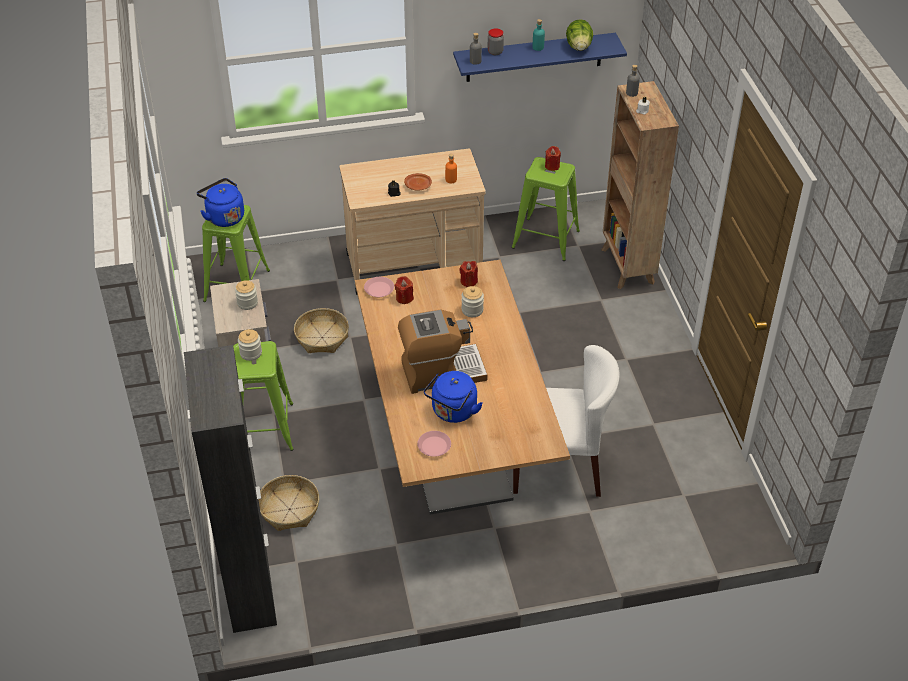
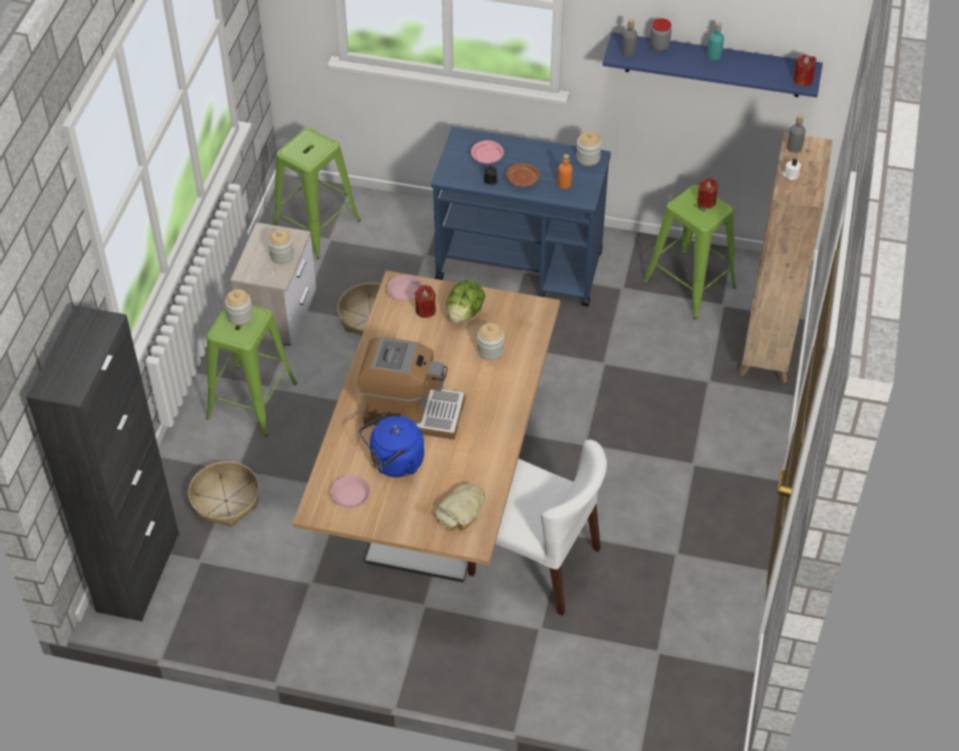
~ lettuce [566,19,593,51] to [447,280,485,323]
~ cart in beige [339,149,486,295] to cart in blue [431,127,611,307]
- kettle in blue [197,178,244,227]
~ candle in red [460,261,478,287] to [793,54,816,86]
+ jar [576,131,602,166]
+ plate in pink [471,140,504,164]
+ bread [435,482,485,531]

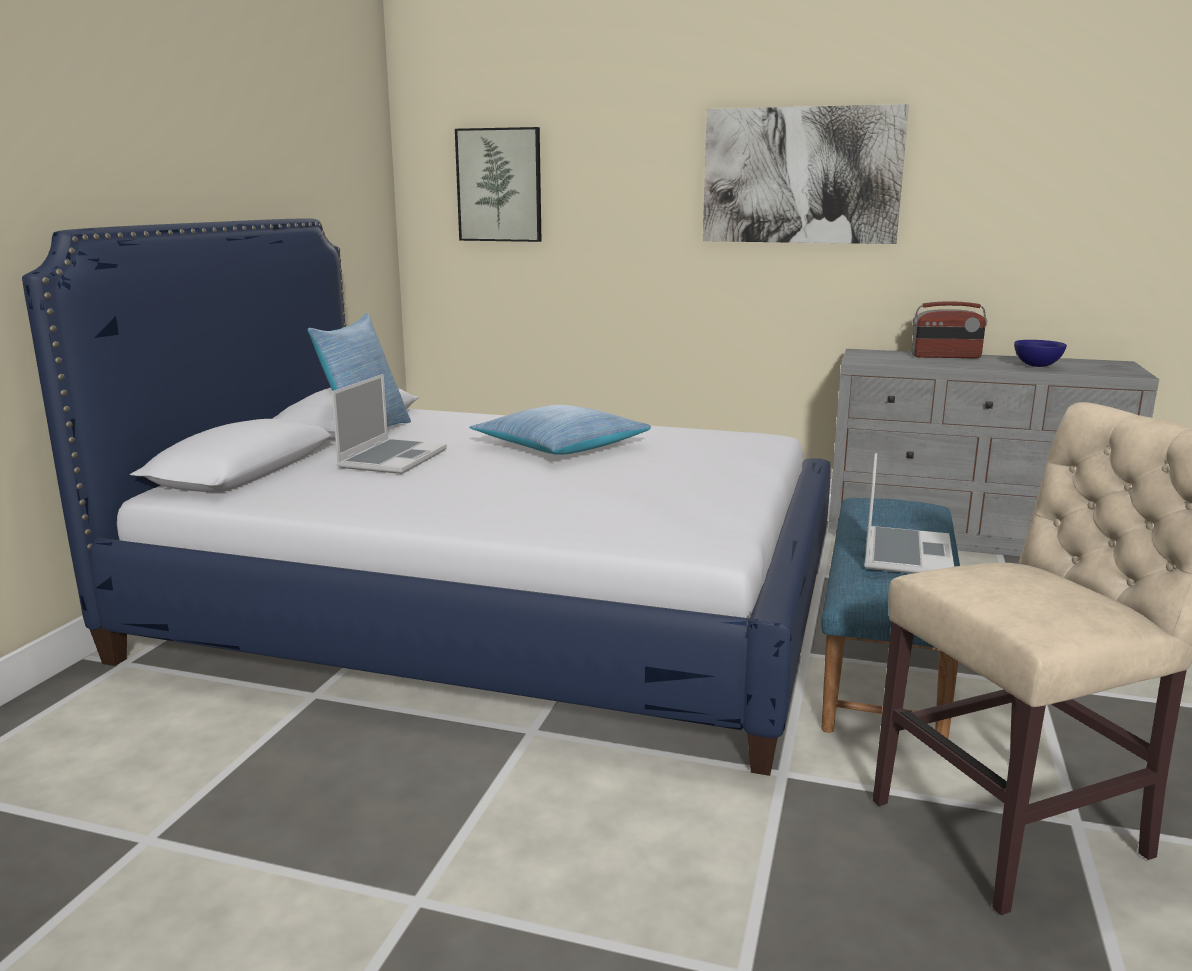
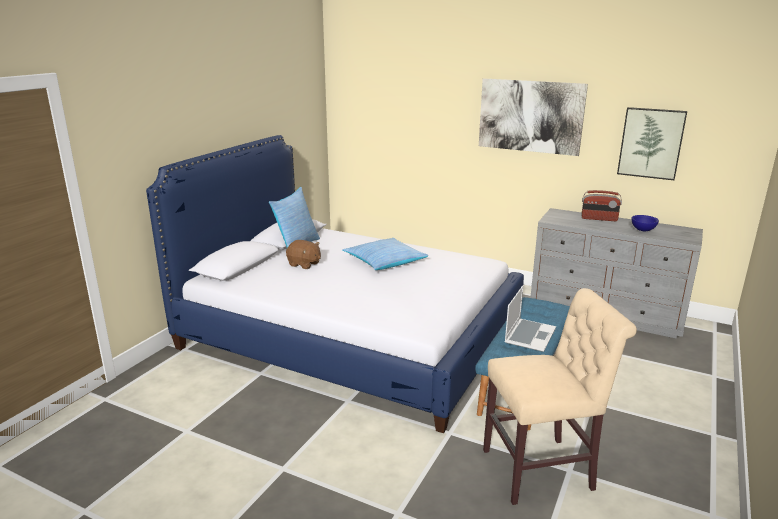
~ picture [455,127,541,242] to [617,107,687,180]
~ laptop [332,374,447,474] to plush toy in brown [286,240,321,269]

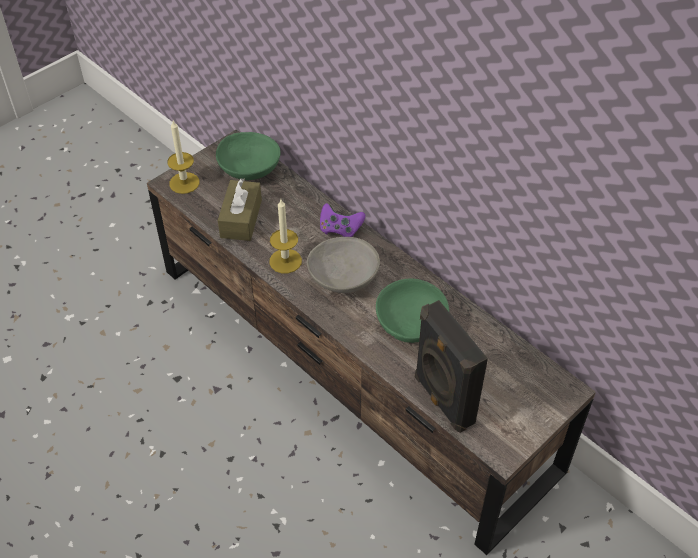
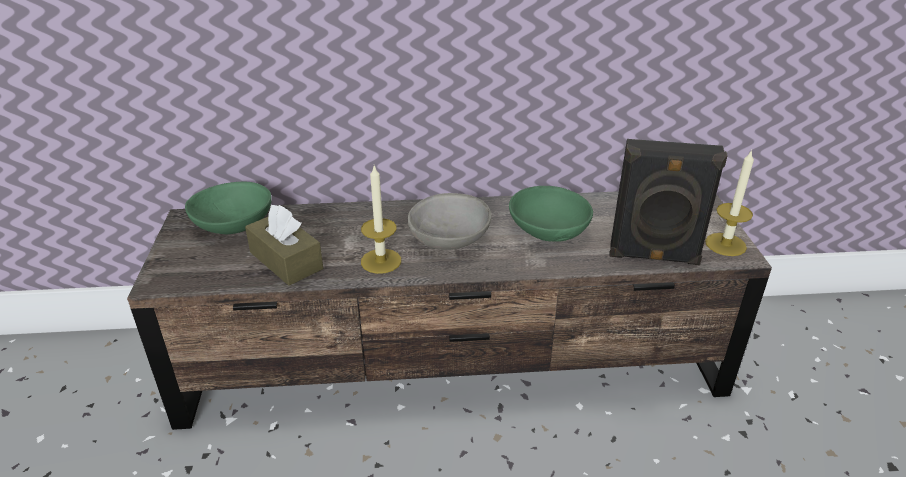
~ candle [167,121,200,194] to [705,149,754,256]
- game controller in purple [320,203,365,237]

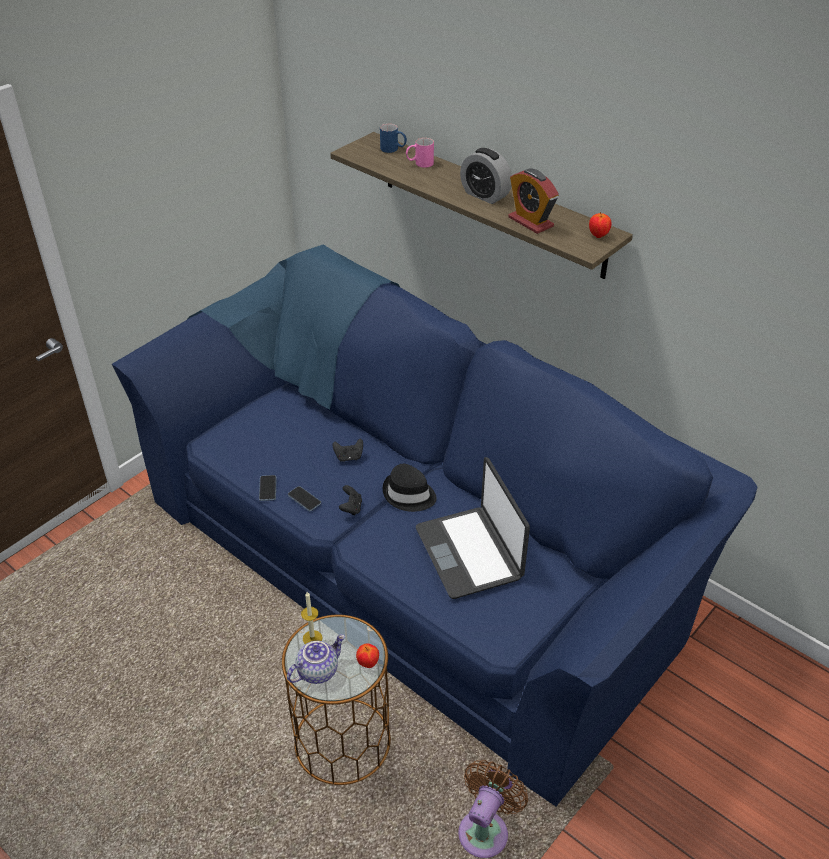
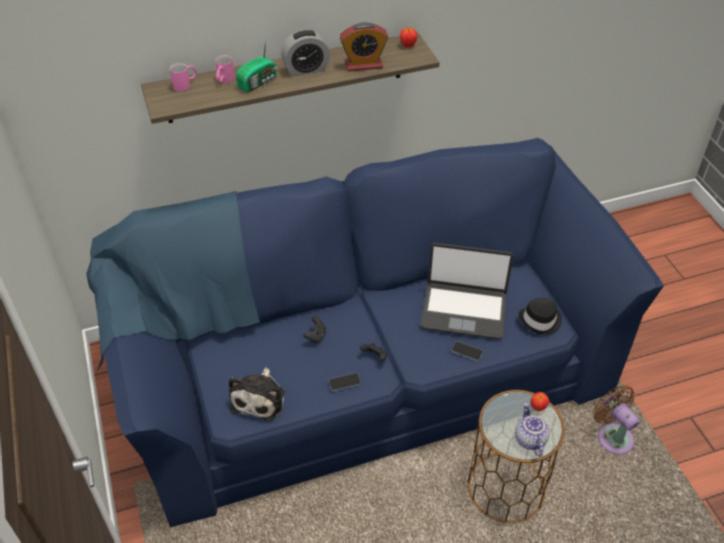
~ mug in blue [380,124,407,153] to mug in pink [170,63,197,91]
~ hat in black [383,464,437,512] to [519,298,562,335]
~ phone [259,475,277,501] to [451,341,483,361]
- candle [301,592,322,644]
+ radio [236,39,277,93]
+ plush toy [229,367,285,421]

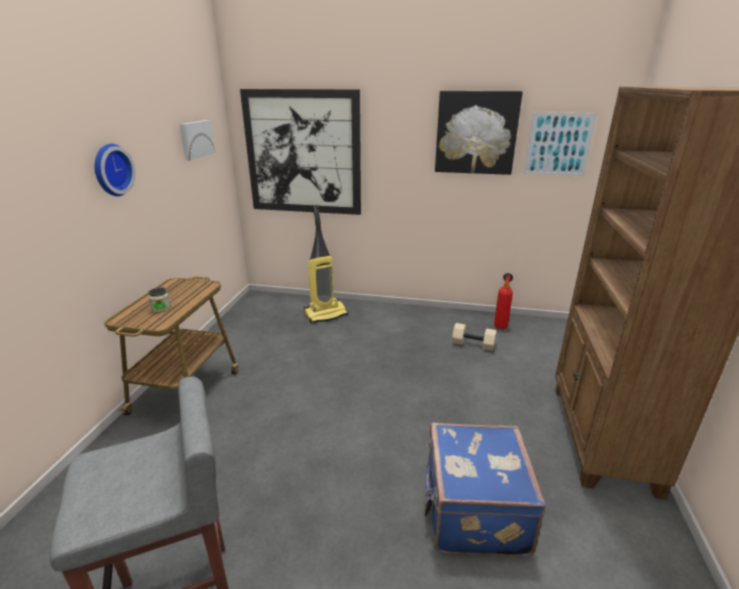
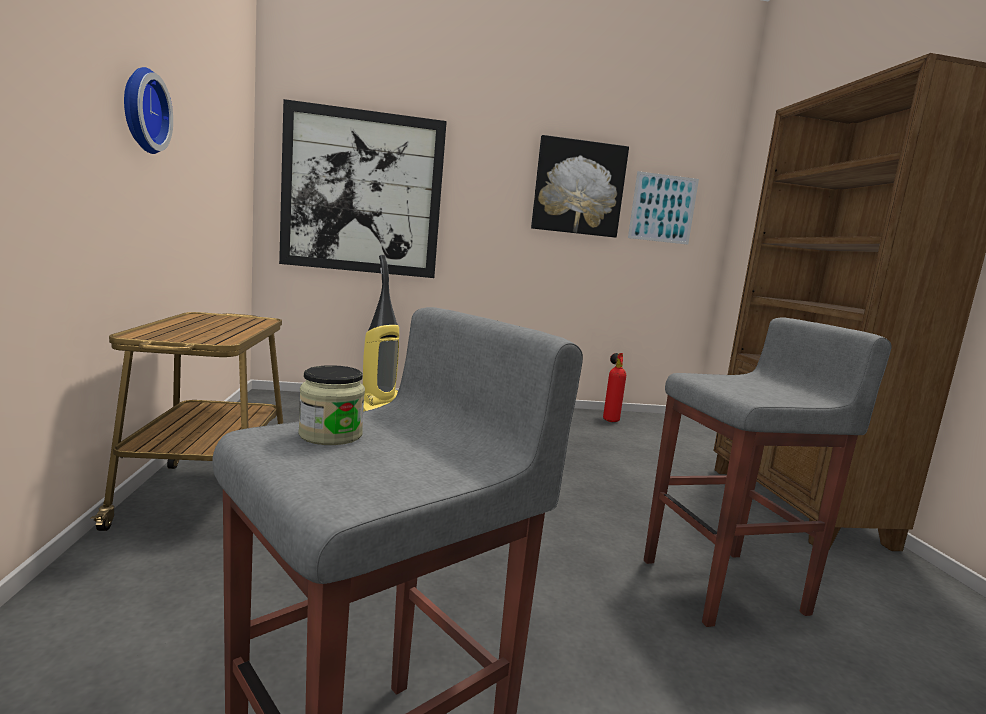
- picture [179,120,215,161]
~ jar [148,287,171,312] to [298,365,365,445]
- dumbbell in beige [452,323,497,351]
~ suitcase in blue [424,423,546,557] to stool in grey [644,317,892,627]

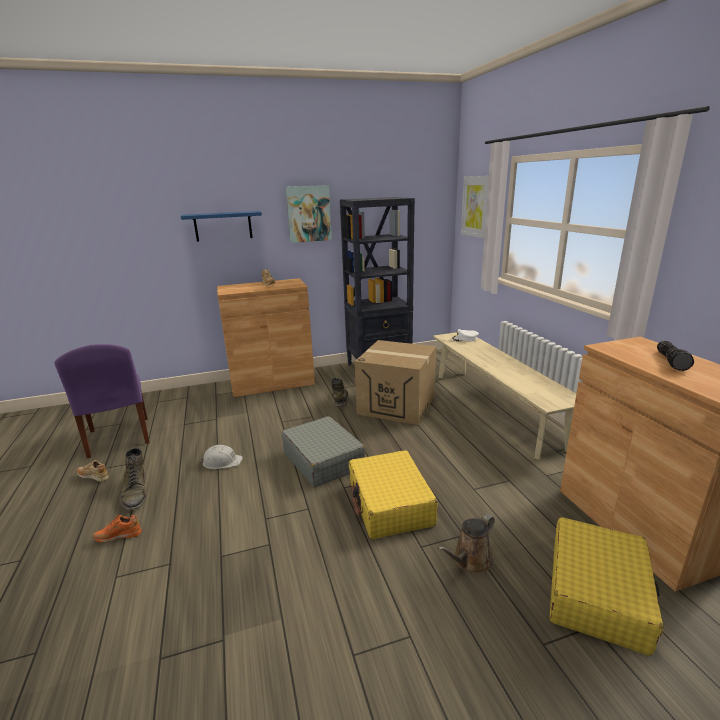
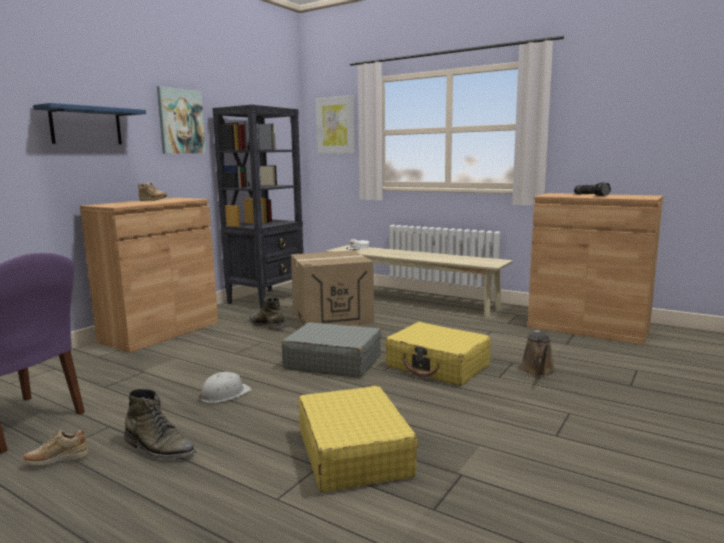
- shoe in orange [93,514,141,543]
~ suitcase in yellow [550,517,663,656] to [298,386,418,492]

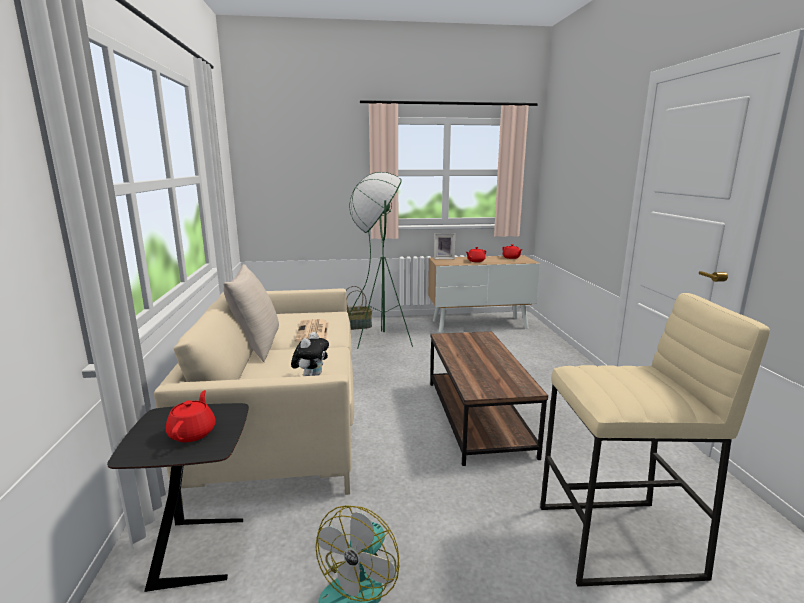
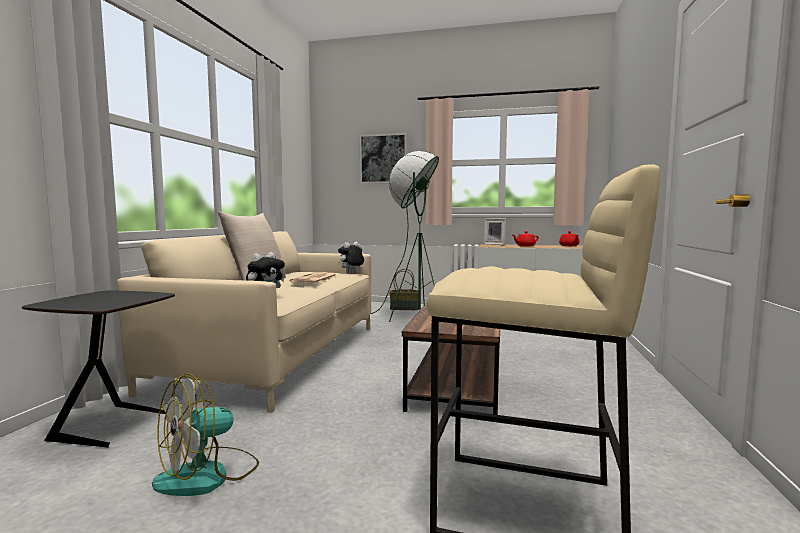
- teapot in red [166,390,216,442]
+ picture [360,133,407,184]
+ plush toy [338,242,364,274]

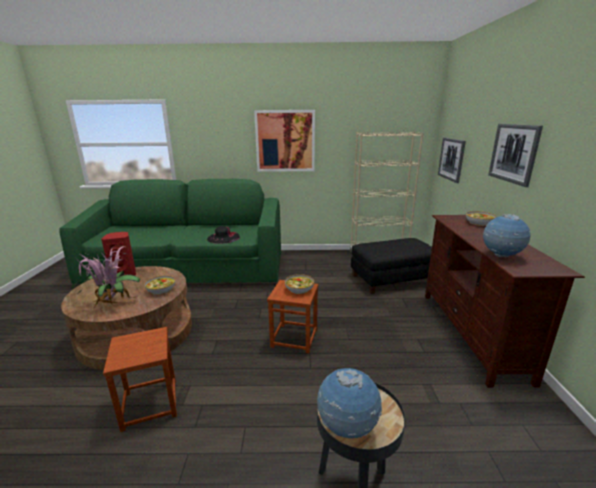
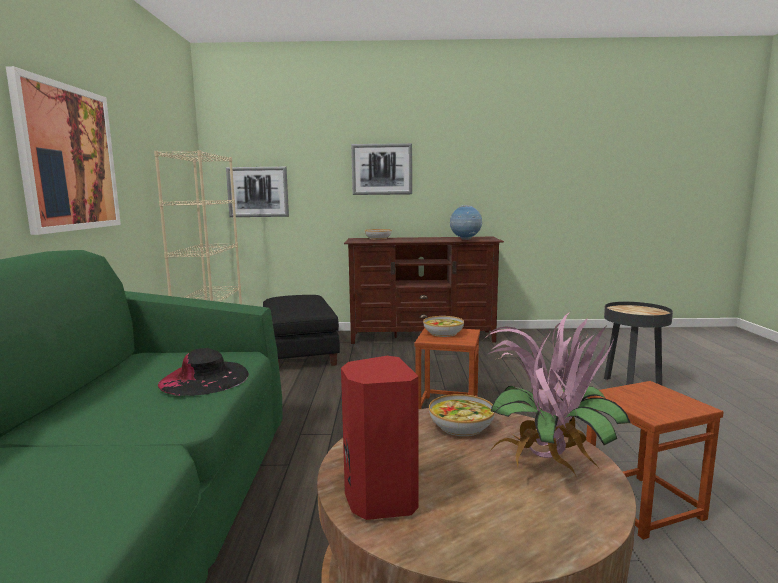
- globe [317,368,382,438]

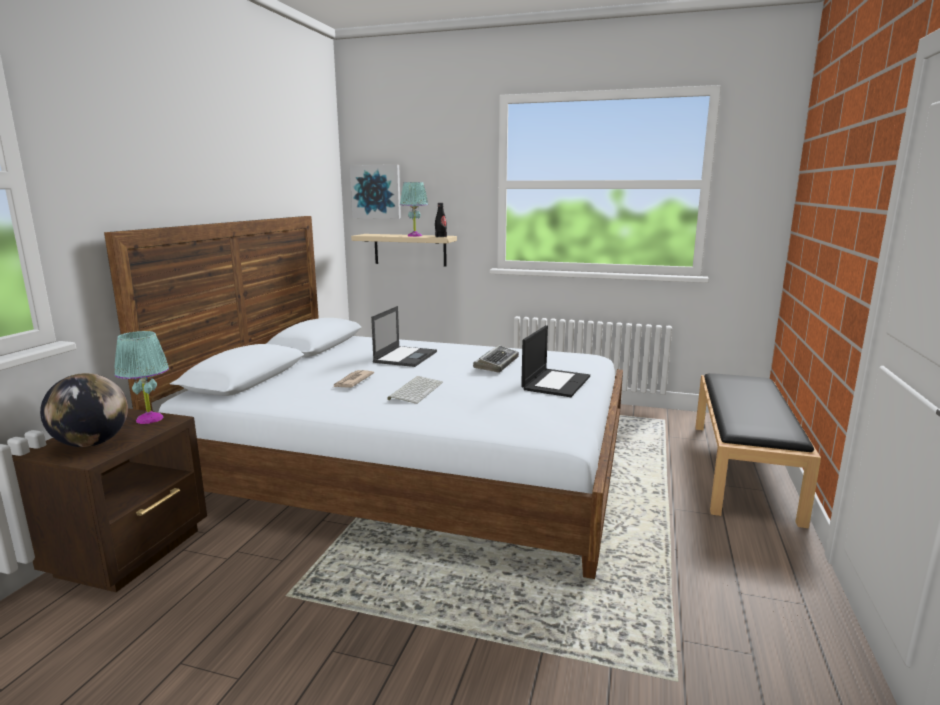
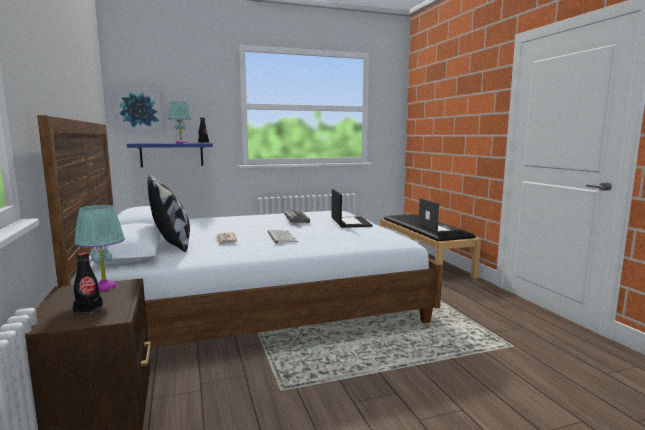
~ shelf in beige [351,234,457,267] to shelf in blue [127,143,213,167]
~ laptop [371,306,437,367] to [418,198,462,233]
~ globe [40,373,128,447] to bottle in black [73,252,103,314]
+ pillow [147,174,190,252]

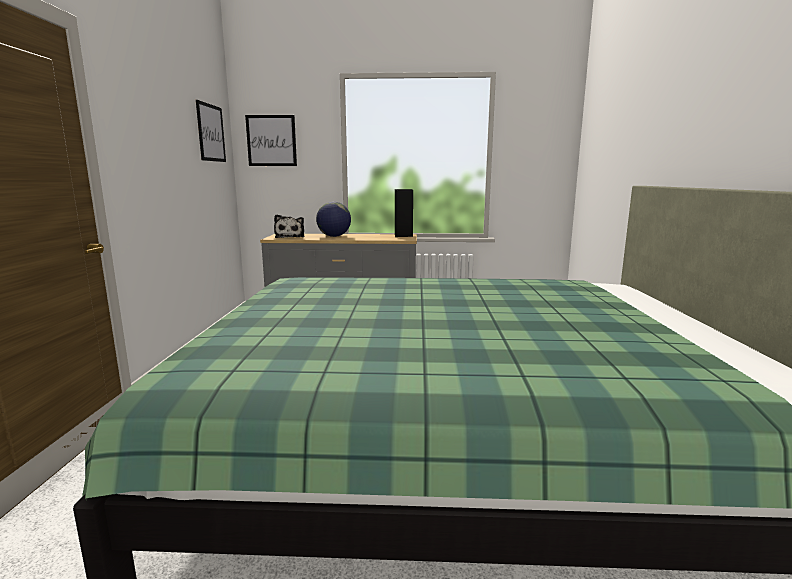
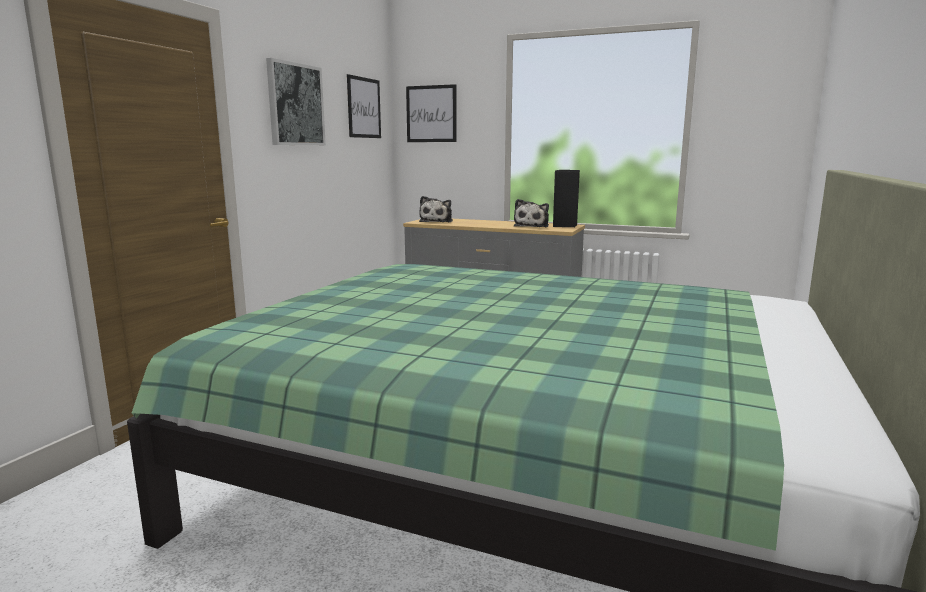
- globe [316,202,351,237]
+ picture [266,58,326,145]
+ plush toy [514,199,549,228]

